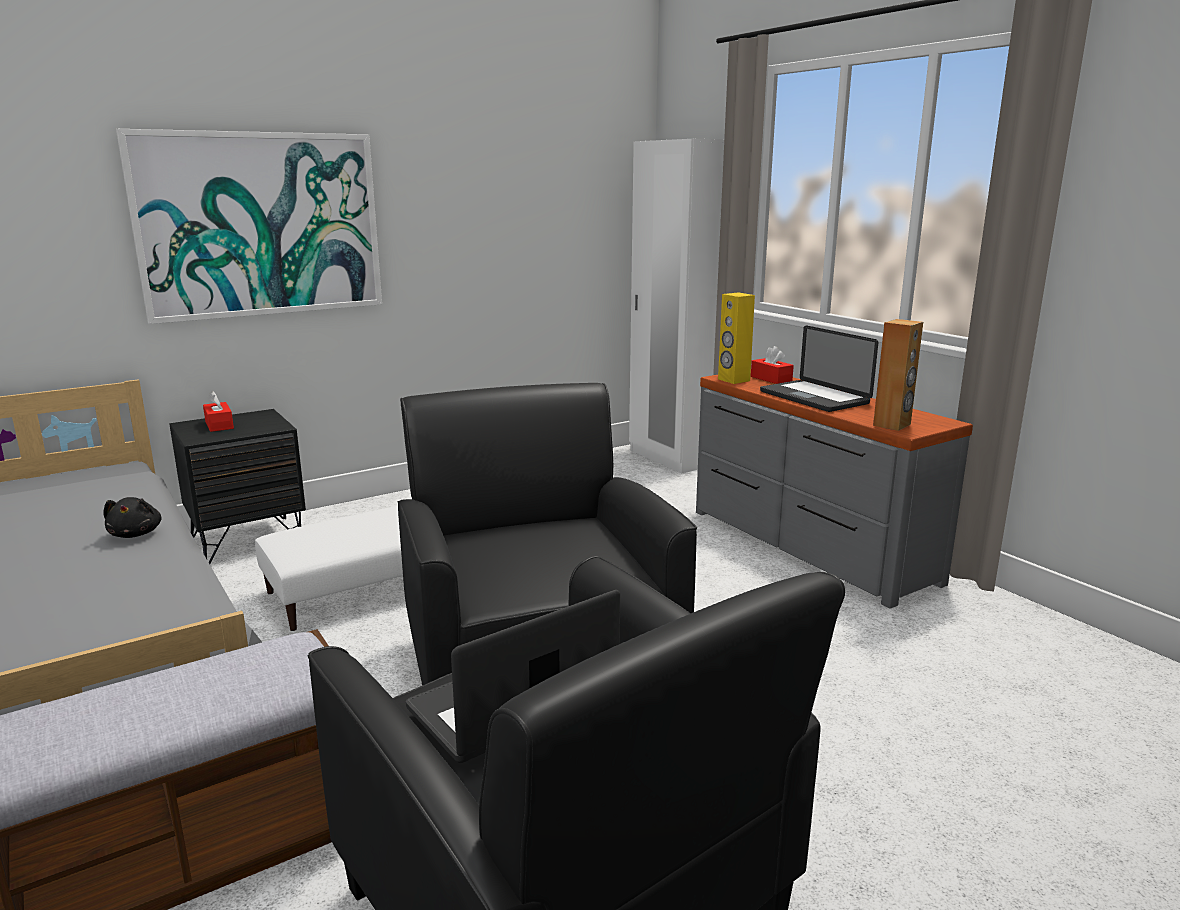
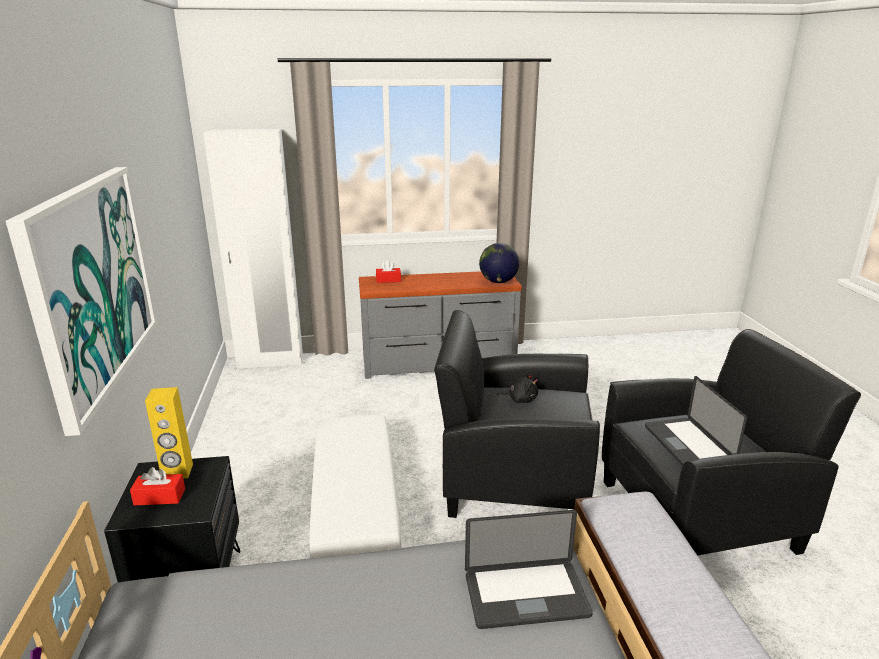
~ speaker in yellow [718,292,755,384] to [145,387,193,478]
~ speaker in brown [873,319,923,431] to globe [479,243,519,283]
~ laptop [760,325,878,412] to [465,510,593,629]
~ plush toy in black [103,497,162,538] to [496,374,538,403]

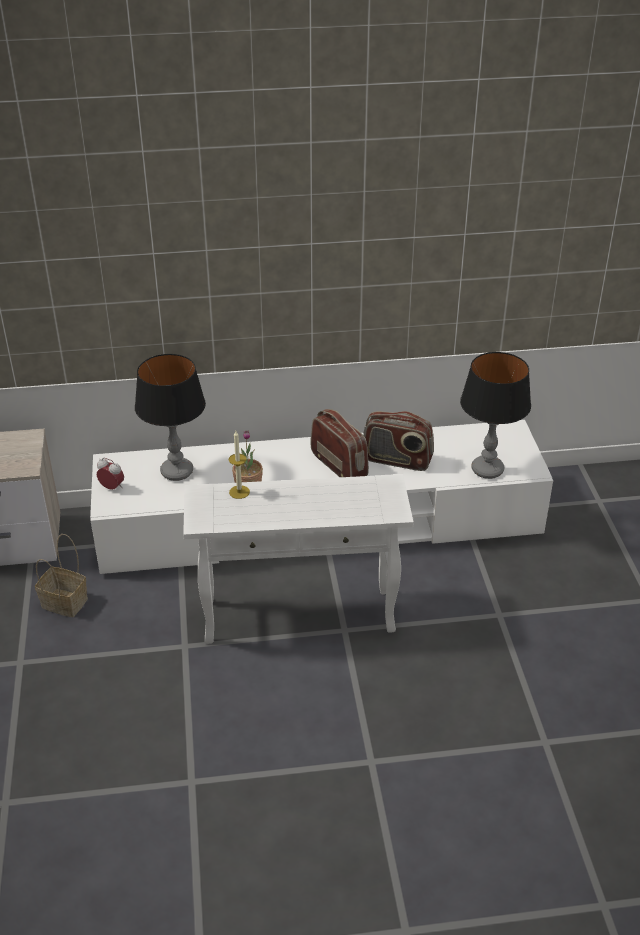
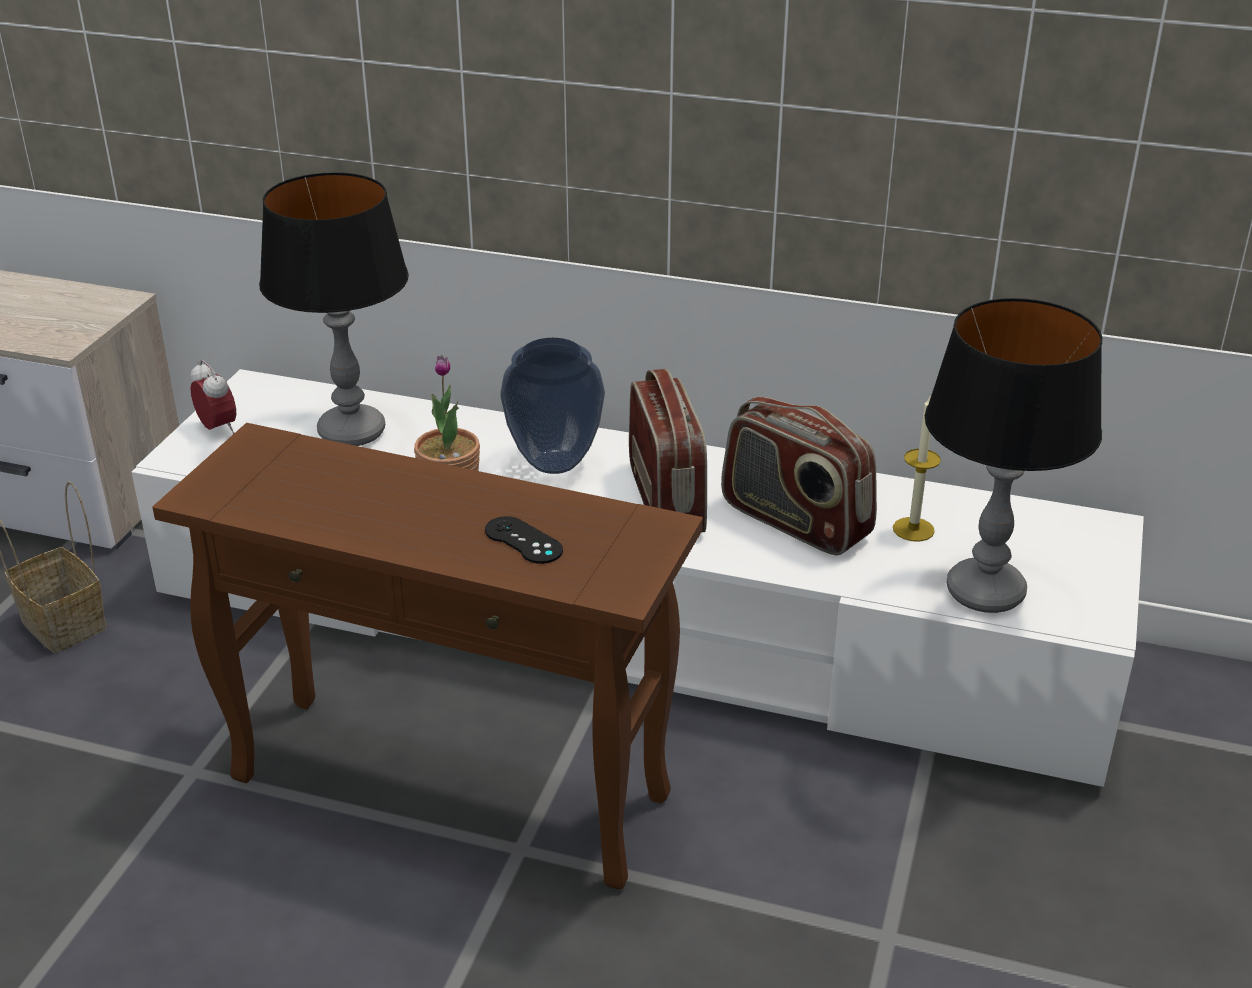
~ candle [229,431,250,499] to [893,395,941,542]
~ side table in white [183,474,414,643] to side table in brown [152,423,703,890]
+ vase [500,338,605,474]
+ game controller in black [485,516,563,564]

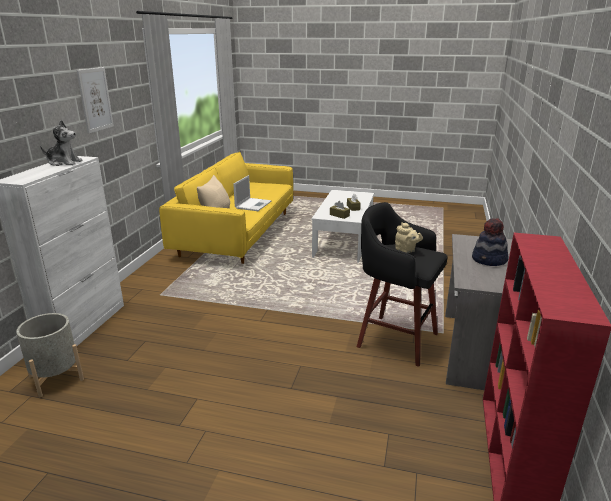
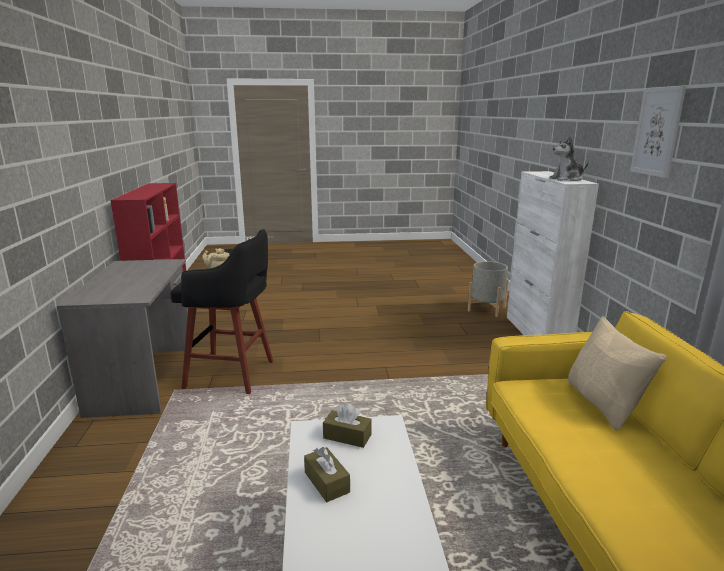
- laptop [233,175,272,211]
- hat [472,218,509,266]

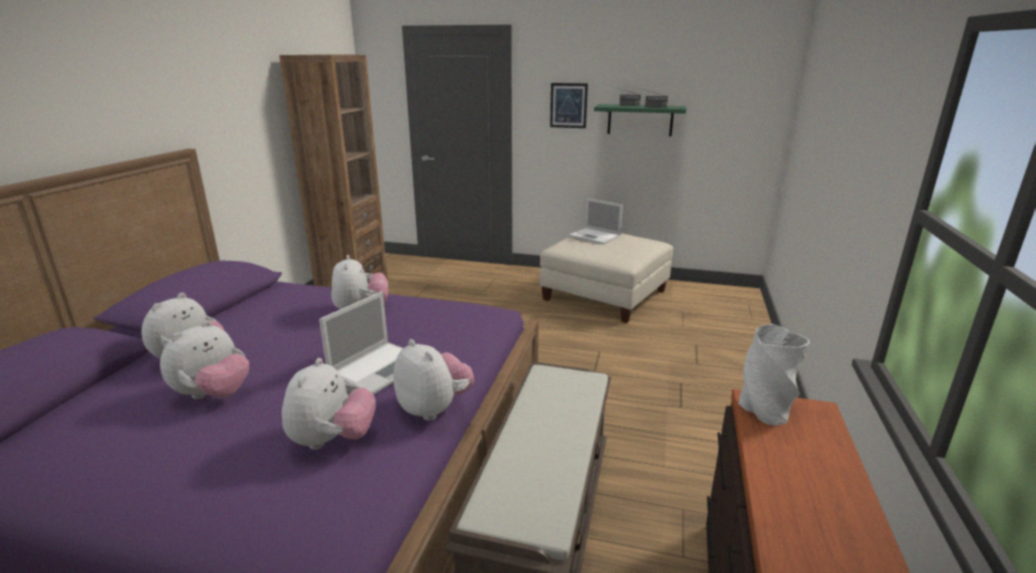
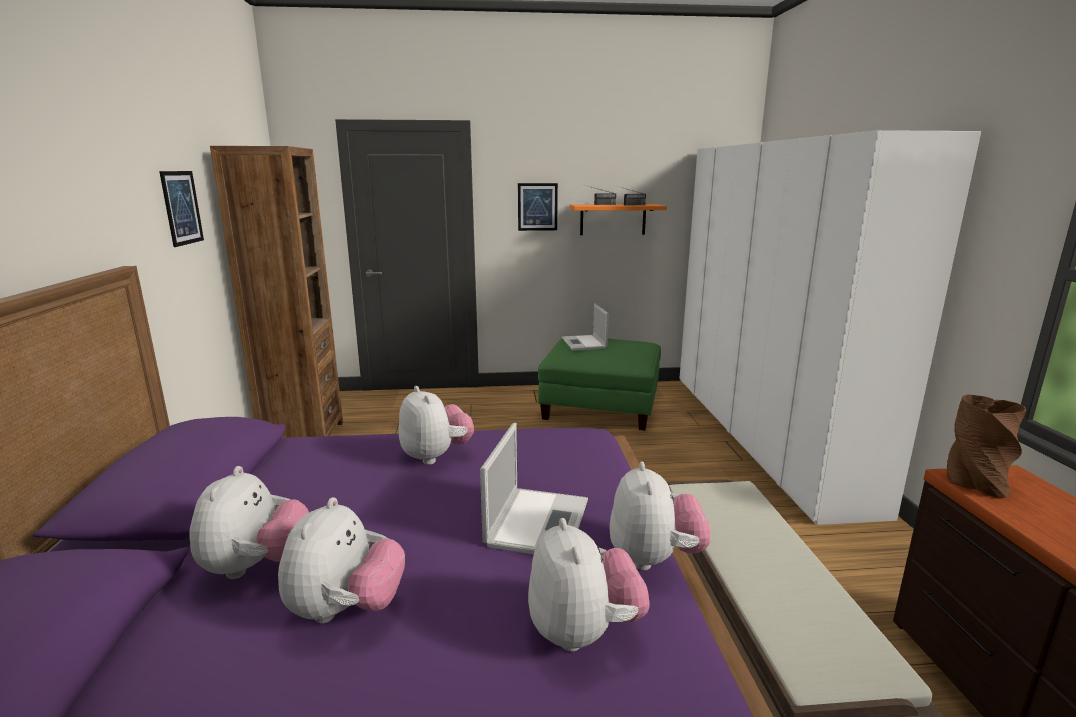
~ shelf in green [594,104,686,136] to shelf in orange [570,204,667,235]
~ laptop [569,198,623,244] = [562,303,609,351] 60 degrees clockwise
~ ottoman in beige [540,233,673,323] to ottoman in green [538,338,661,430]
~ vase in grey [738,324,810,426] to vase in brown [947,394,1026,498]
~ plush toy [393,339,474,421] = [609,461,711,571] 60 degrees clockwise
+ wardrobe in white [679,130,981,525]
+ picture [159,171,204,247]

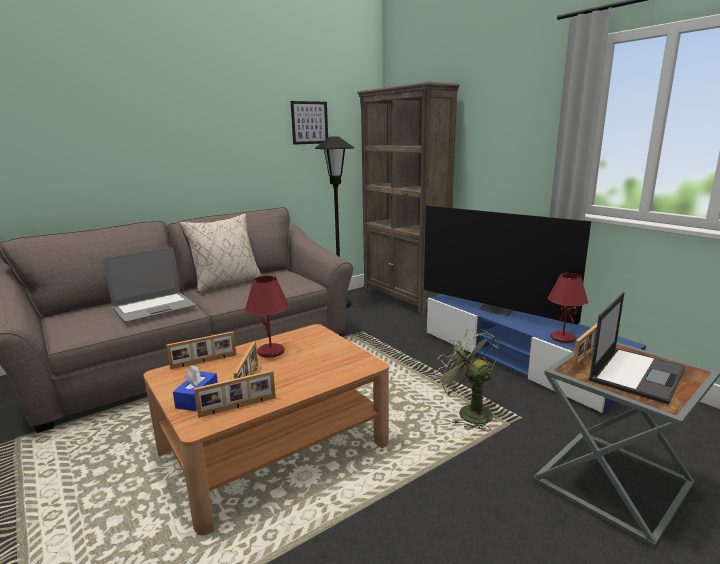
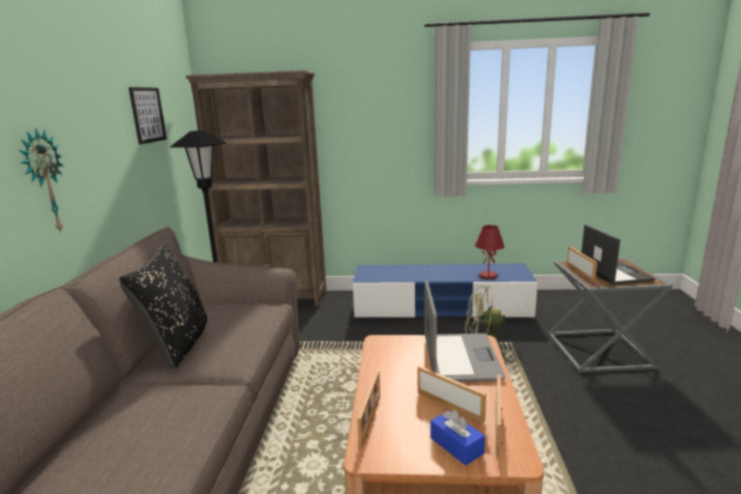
- television [424,206,591,325]
~ pillow in beige [179,214,262,293] to pillow in black [119,244,207,369]
~ laptop [103,247,196,322] to [425,280,506,382]
- table lamp in red [245,276,289,358]
+ wall clock [19,128,64,233]

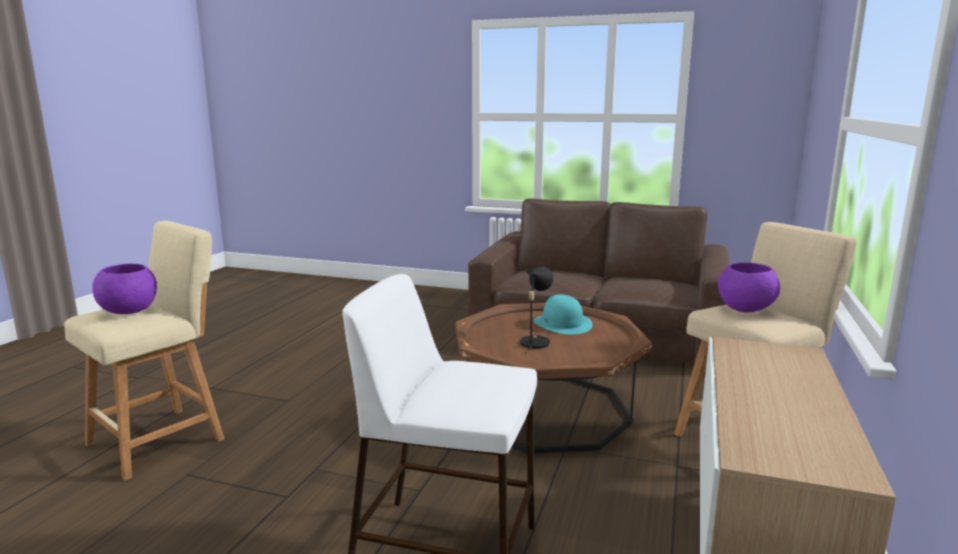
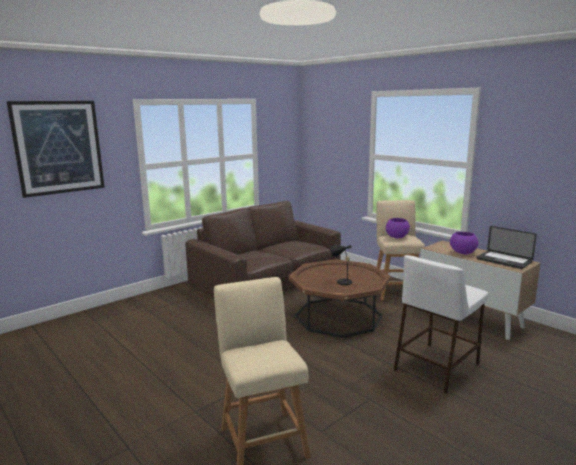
~ bowl in purple [92,264,157,314] to [450,232,478,254]
- hat in turquoise [533,295,593,334]
+ picture [6,101,105,198]
+ laptop [476,226,537,269]

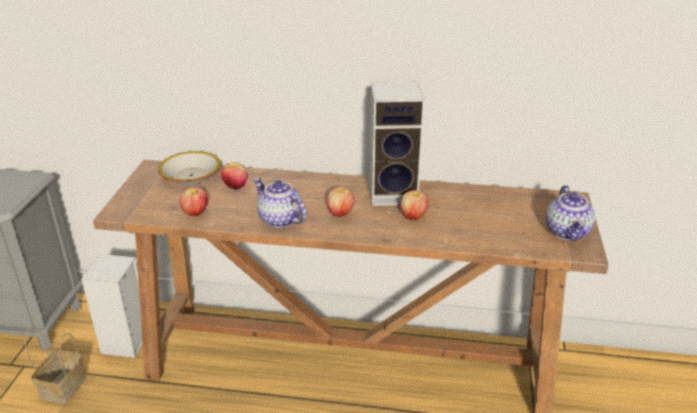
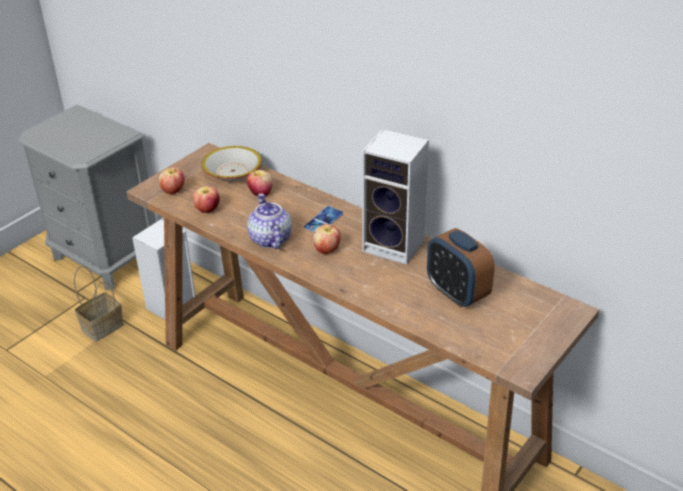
- teapot [546,185,595,241]
~ apple [400,190,428,220] to [159,167,185,194]
+ phone [304,206,343,232]
+ alarm clock [427,228,495,308]

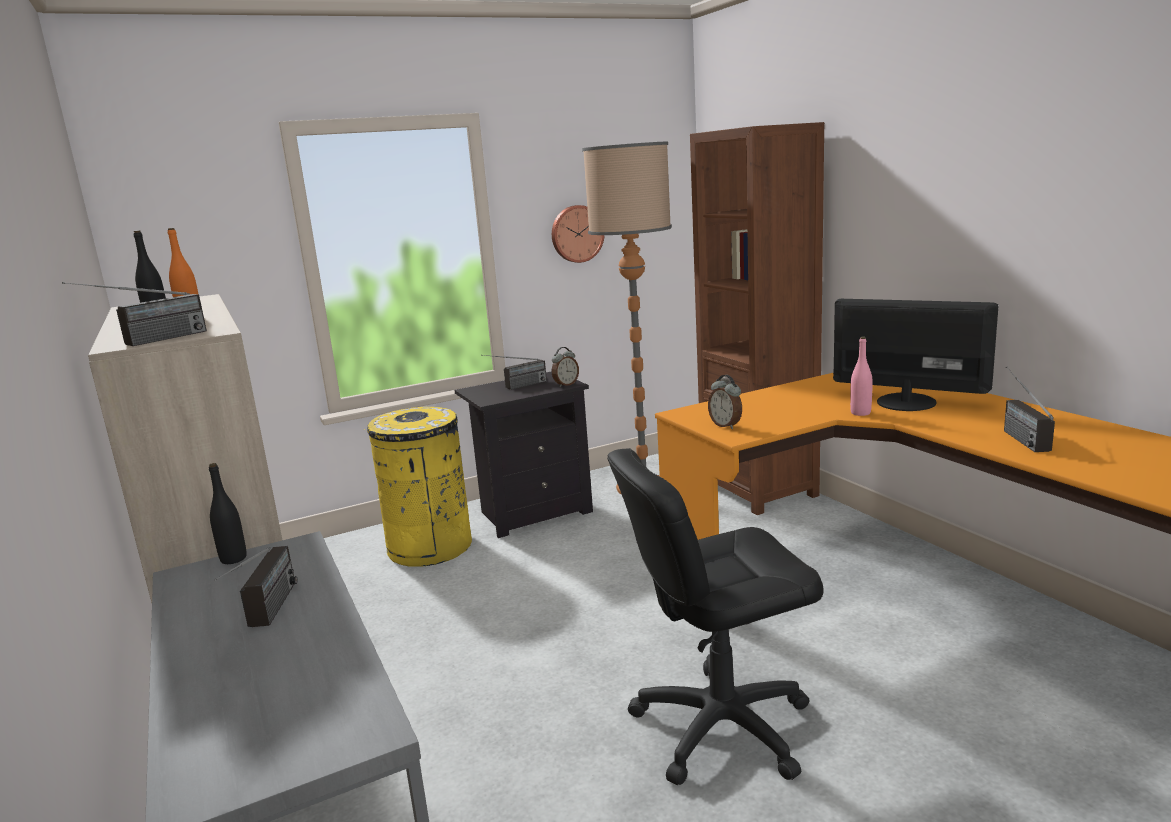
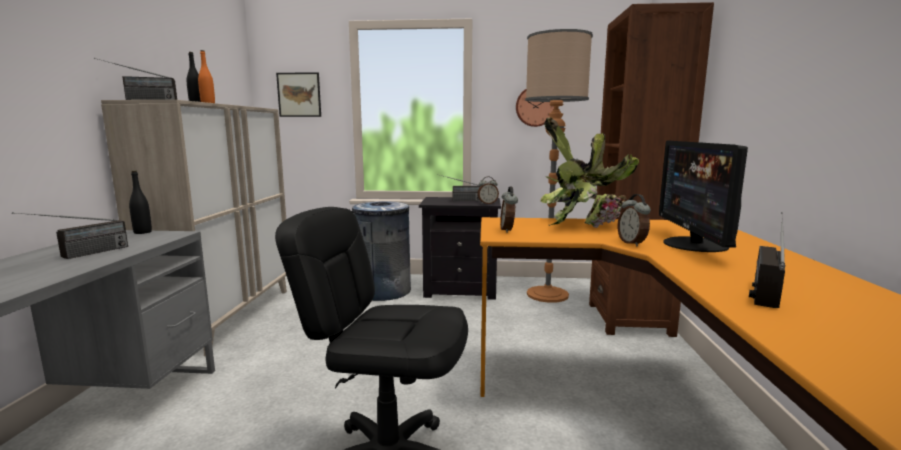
~ monitor [833,299,998,411] = [659,141,748,252] 150 degrees counterclockwise
~ bottle in pink [850,337,873,416] to alarm clock [617,194,651,246]
~ trash can in yellow [364,407,472,567] to trash can in grey [352,201,411,301]
+ picture [276,72,321,117]
+ potted plant [540,118,639,228]

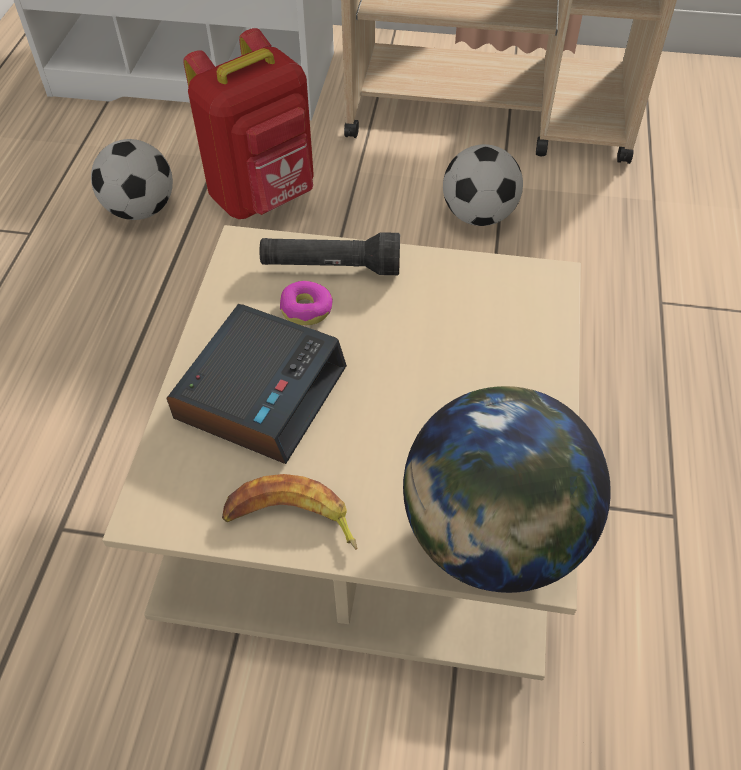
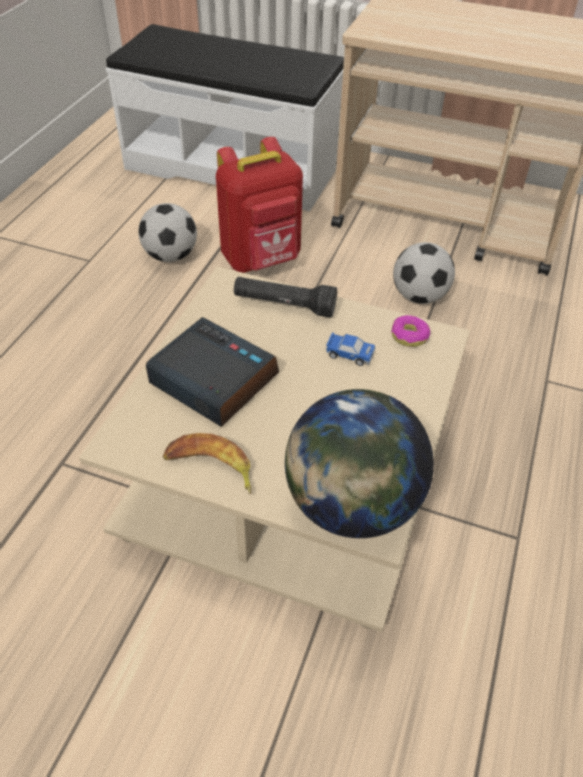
~ donut [280,281,333,325] to [391,315,430,347]
~ alarm clock [166,304,347,464] = [146,317,279,427] 90 degrees counterclockwise
+ toy car [326,332,375,366]

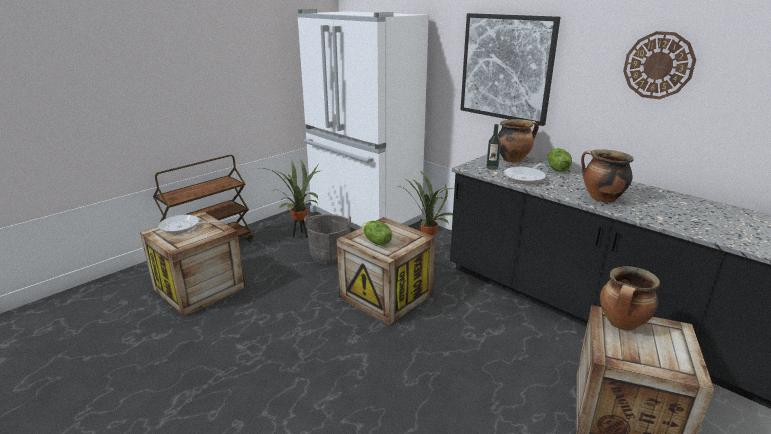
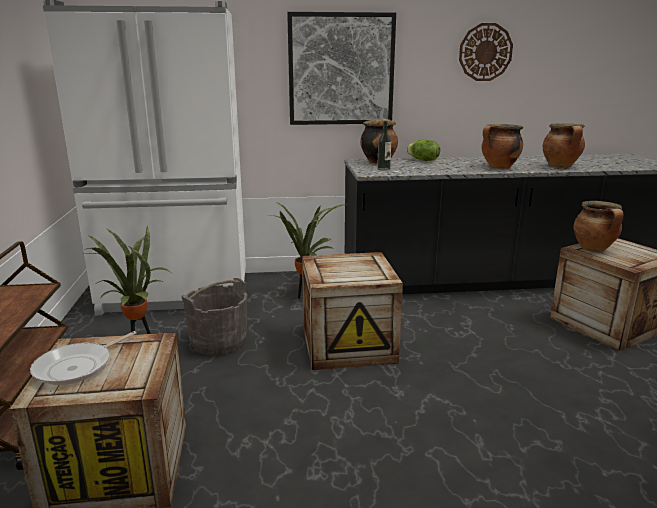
- frying pan [504,163,546,184]
- lettuce [362,221,392,246]
+ cooking pot [542,123,585,168]

